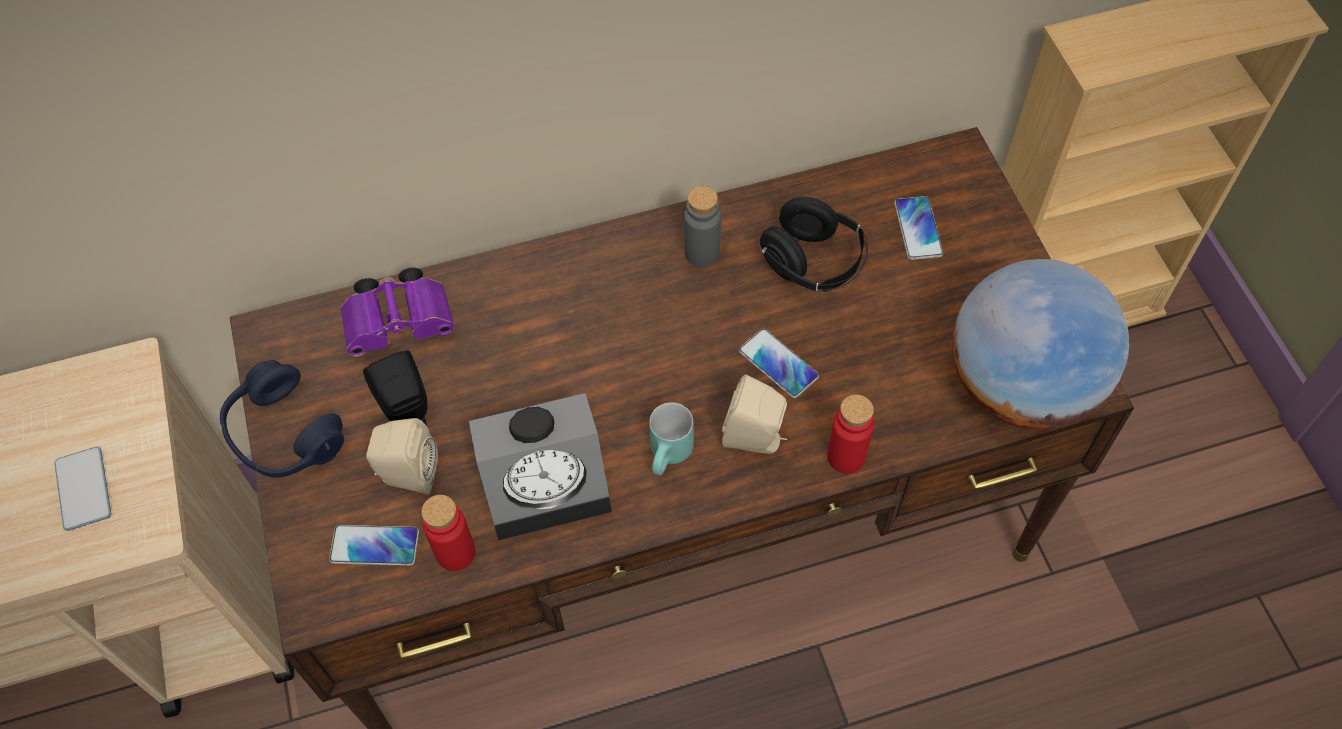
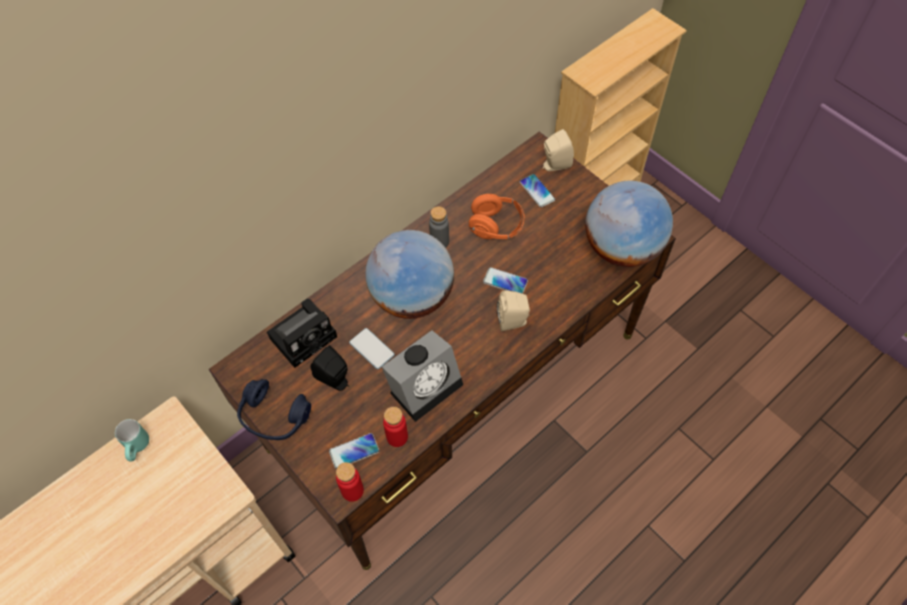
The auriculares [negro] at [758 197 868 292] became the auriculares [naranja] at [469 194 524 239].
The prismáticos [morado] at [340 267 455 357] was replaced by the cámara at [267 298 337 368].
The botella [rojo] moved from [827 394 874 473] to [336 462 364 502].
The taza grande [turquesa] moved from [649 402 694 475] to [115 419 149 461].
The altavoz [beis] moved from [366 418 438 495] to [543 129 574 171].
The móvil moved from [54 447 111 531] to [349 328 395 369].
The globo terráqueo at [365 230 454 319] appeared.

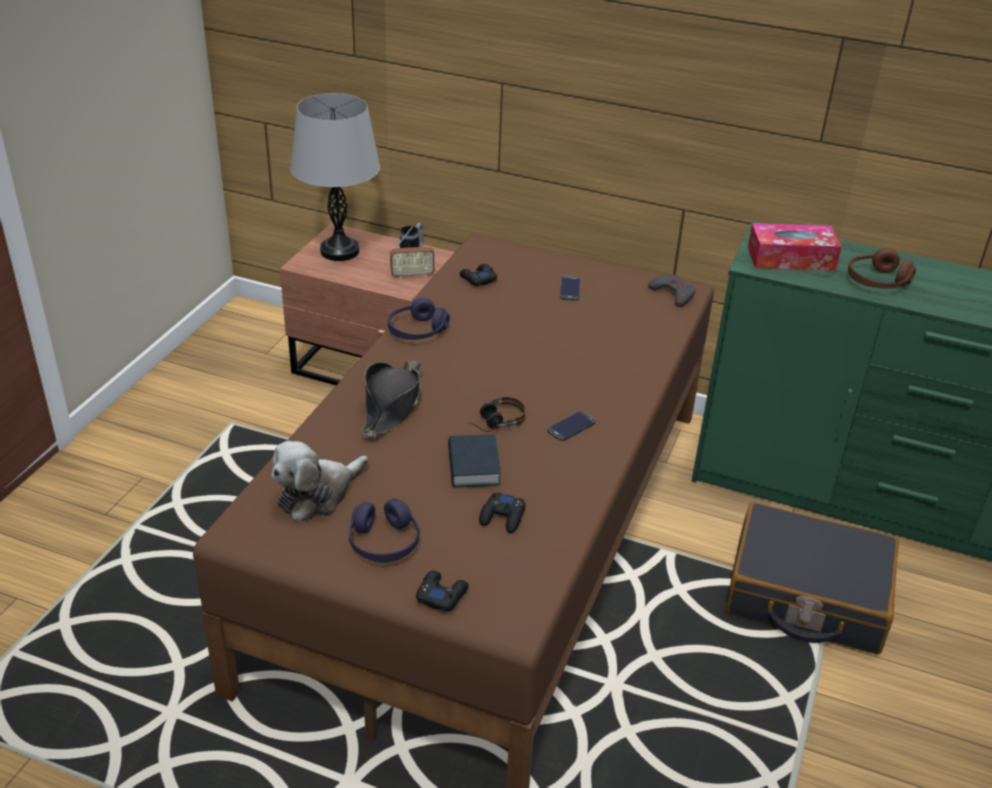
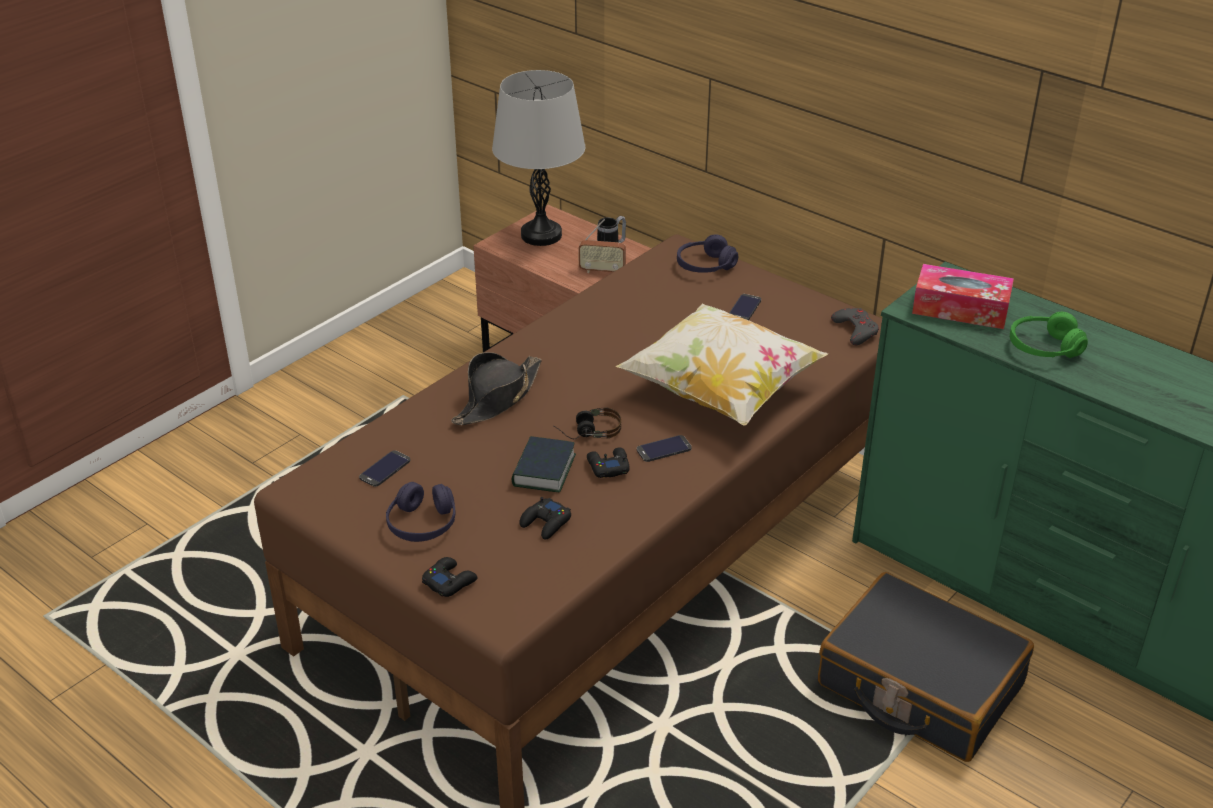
The auriculares [marrón] at [848 248 916 288] became the auriculares [verde] at [1010 312 1088 358].
The mando de consola [negro] moved from [460 264 497 286] to [587 447 630 478].
The auriculares [morado] moved from [388 298 450 340] to [677 234 738 273].
The peluche at [272 441 368 522] was replaced by the móvil at [359 450 410 487].
The cojín at [616 304 828 425] appeared.

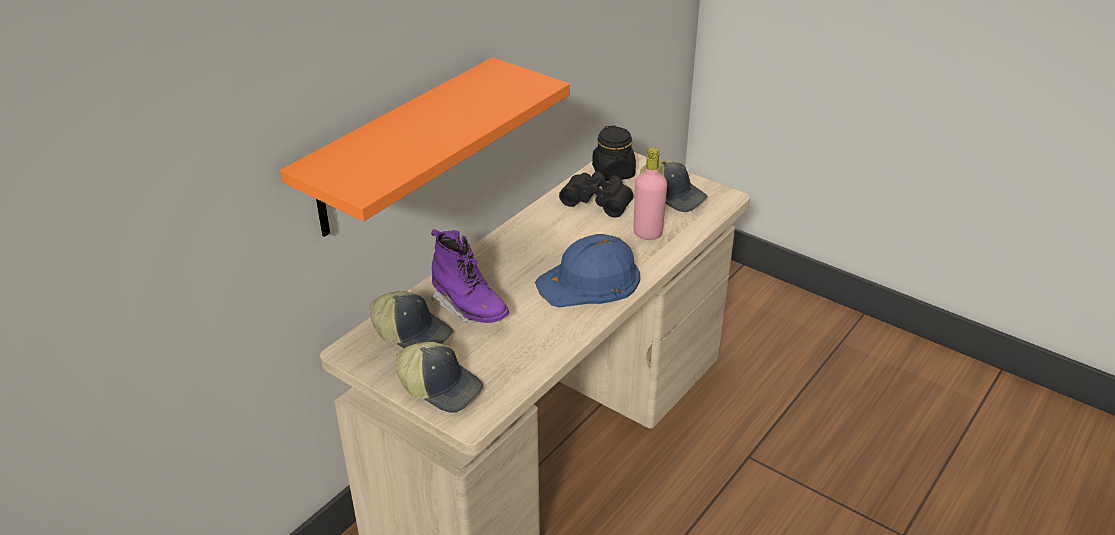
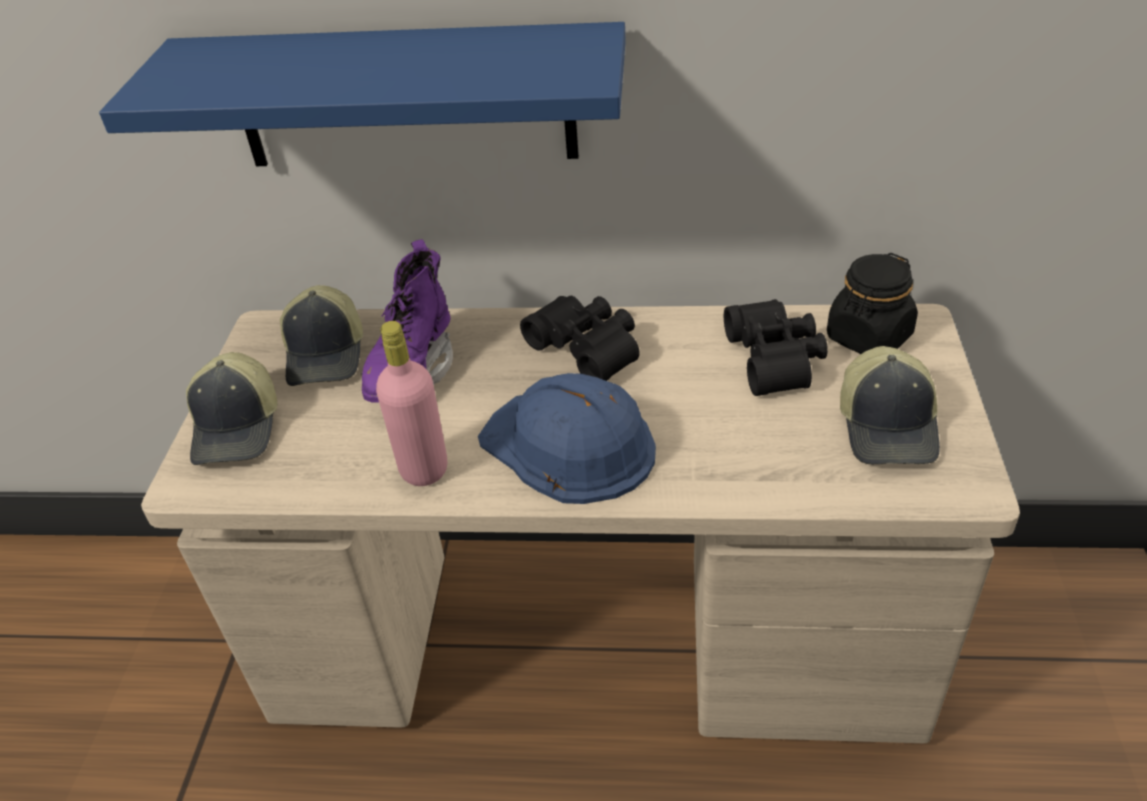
The estante [naranja] at [280 57 570 237] became the estante [azul] at [99 22 626 166].
The botella [rosa] moved from [633 147 667 240] to [376 321 447 486].
The prismáticos [negro] at [520 296 640 381] appeared.

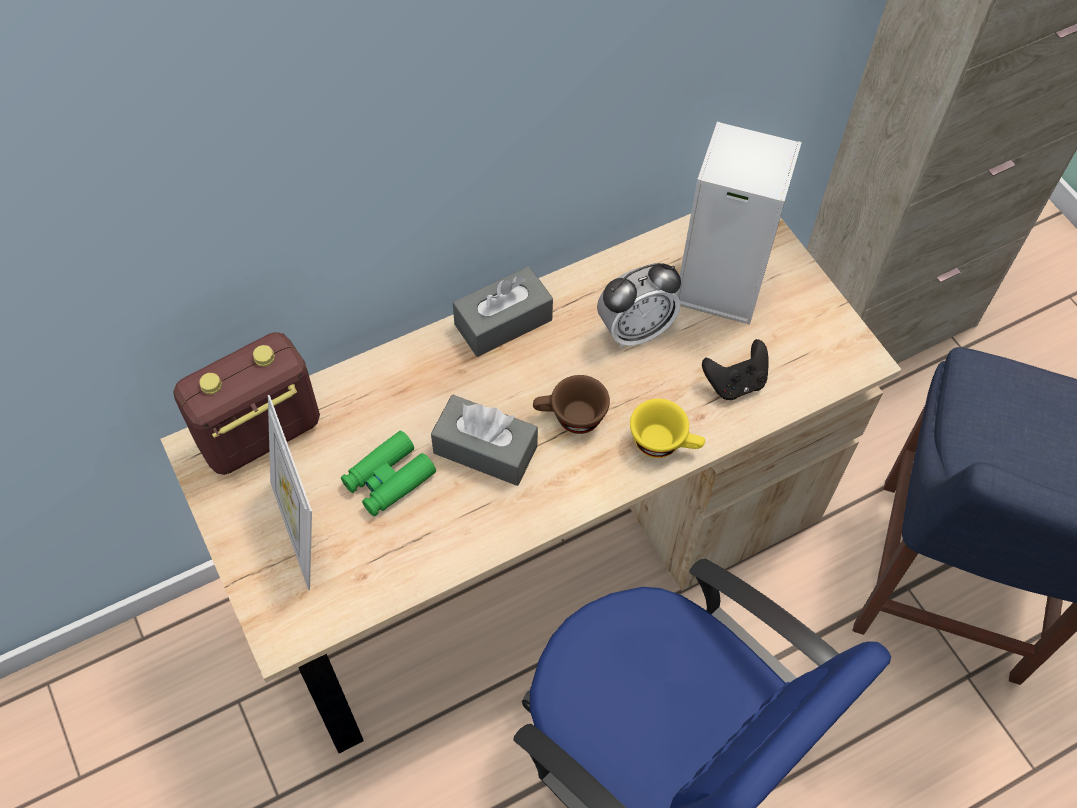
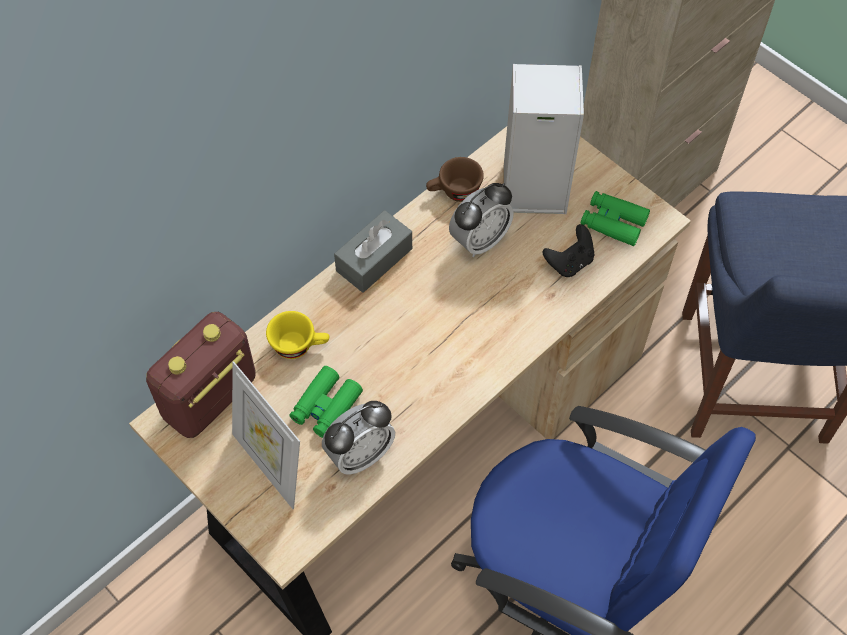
The taza [marrón] moved from [533 375 610 434] to [426 157 484 202].
The caja de pañuelos [gris] at [431 395 538 486] disappeared.
The taza [amarillo] moved from [630 399 705 458] to [266 311 330 359].
The prismáticos [verde] at [581 191 650 246] appeared.
The despertador at [322 401 395 475] appeared.

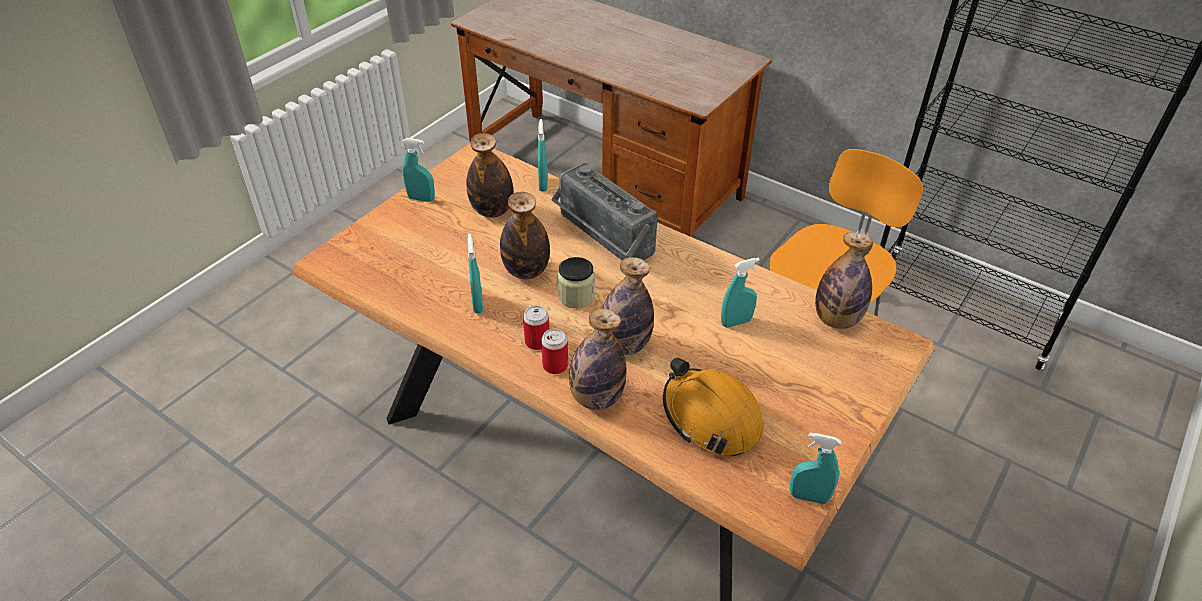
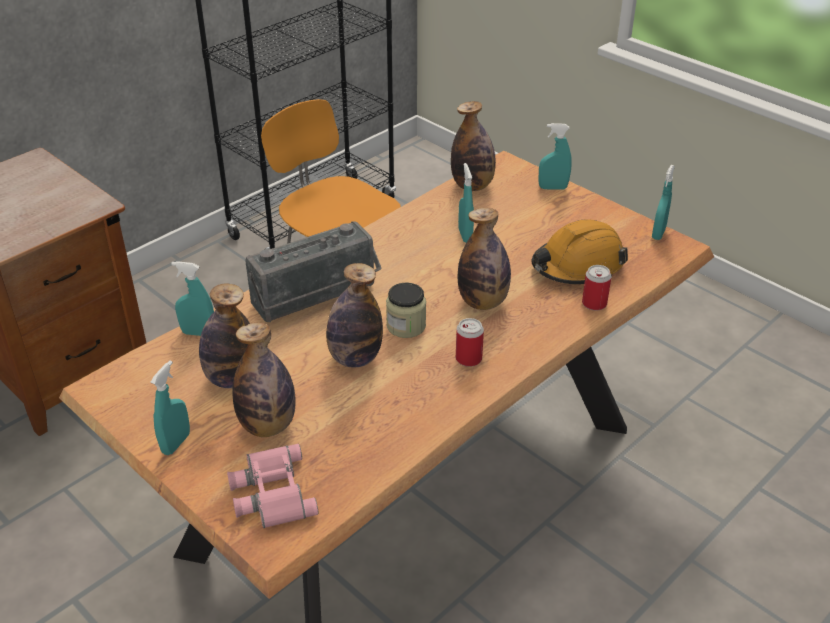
The pulverizador [turquesa] moved from [468 233 483 313] to [539 123 572 189].
The botella moved from [569 309 626 410] to [232 323 296 437].
The lata moved from [541 329 568 374] to [582 265 611 311].
The prismáticos [rosa] at [227 444 319 528] appeared.

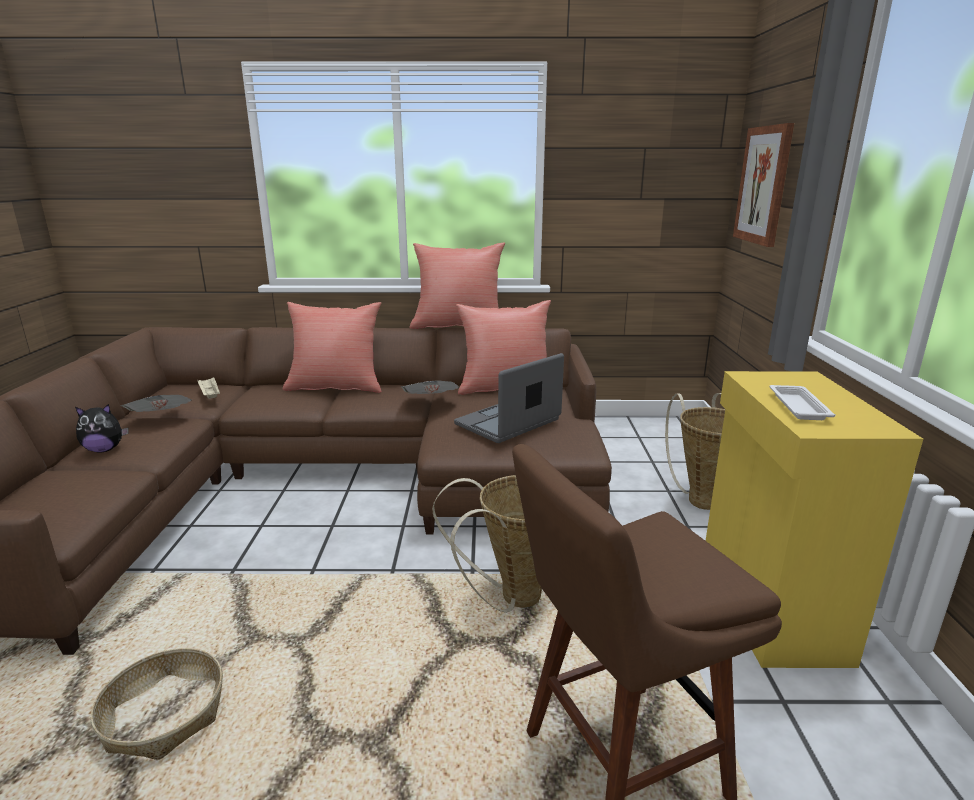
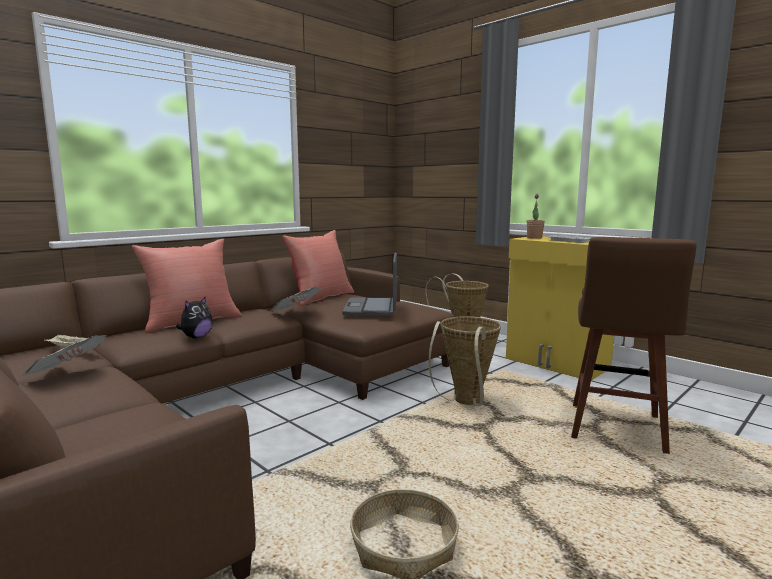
The cuadro at [733 123 794 247] disappeared.
The cojín [rojo] at [410 243 505 329] disappeared.
The peluche moved from [75 404 129 453] to [176 296 213 339].
The planta en maceta at [526 194 545 239] appeared.

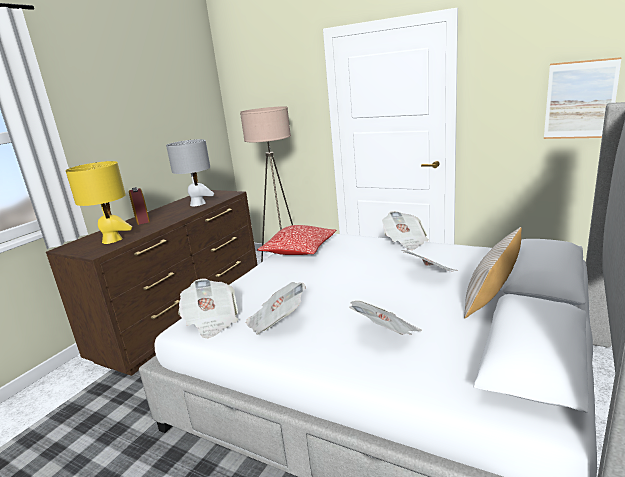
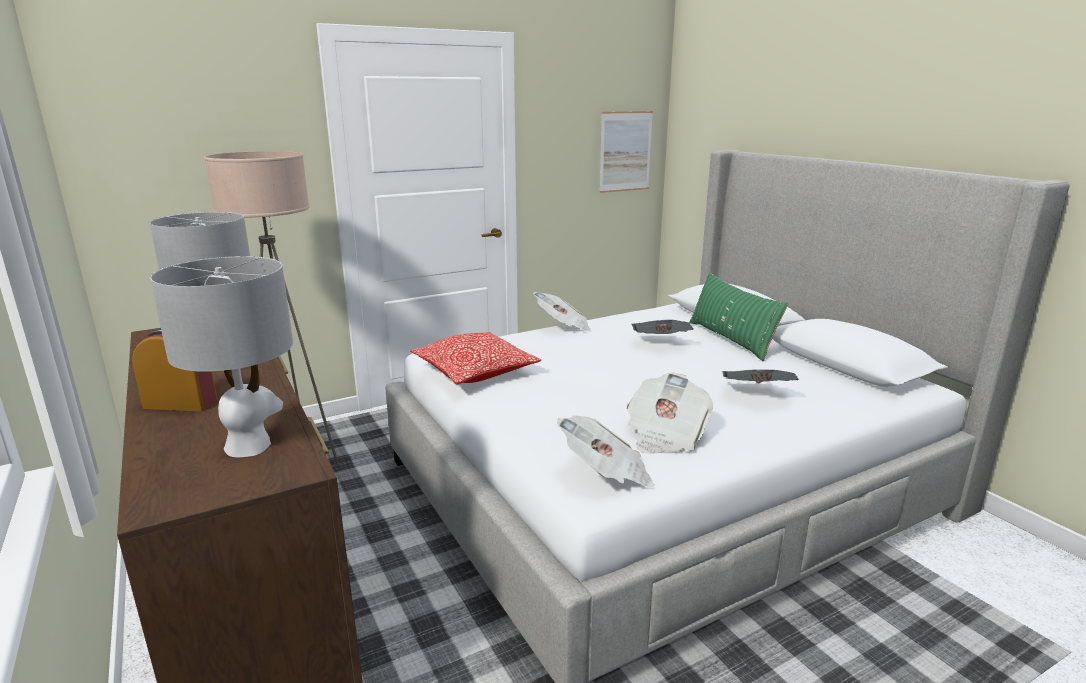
The lámpara de mesa [amarillo] at [65 161 132 244] became the lámpara de mesa [gris] at [150 256 293 457].
The cojín [beis] at [464 227 522 318] became the cojín [verde] at [689 272 788 362].

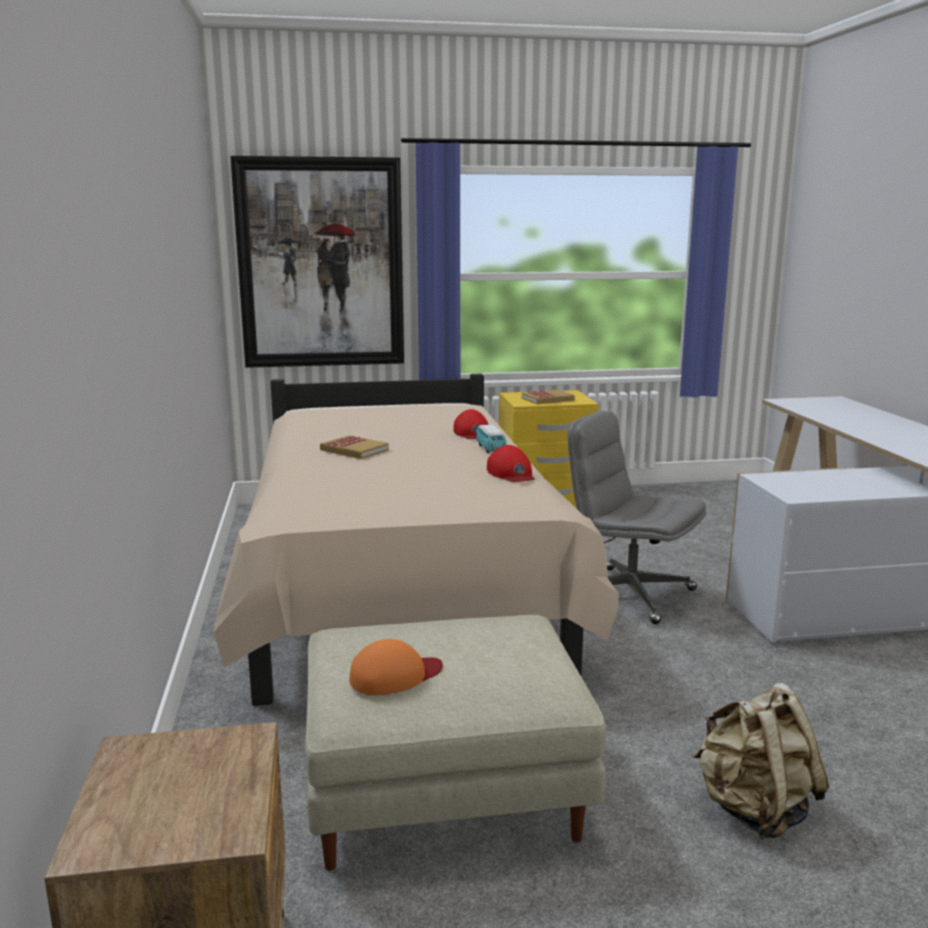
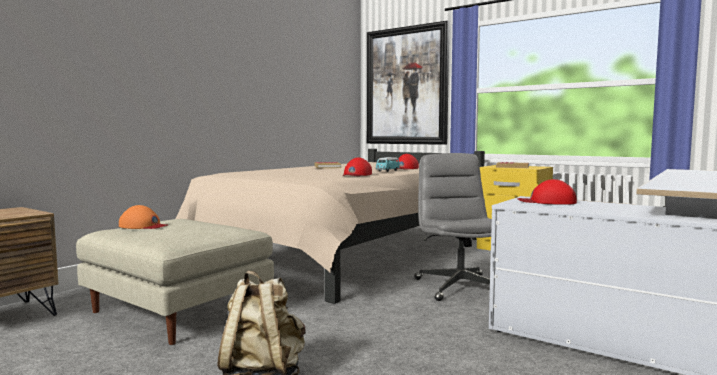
The gorra [rojo] at [517 179 577 205] appeared.

